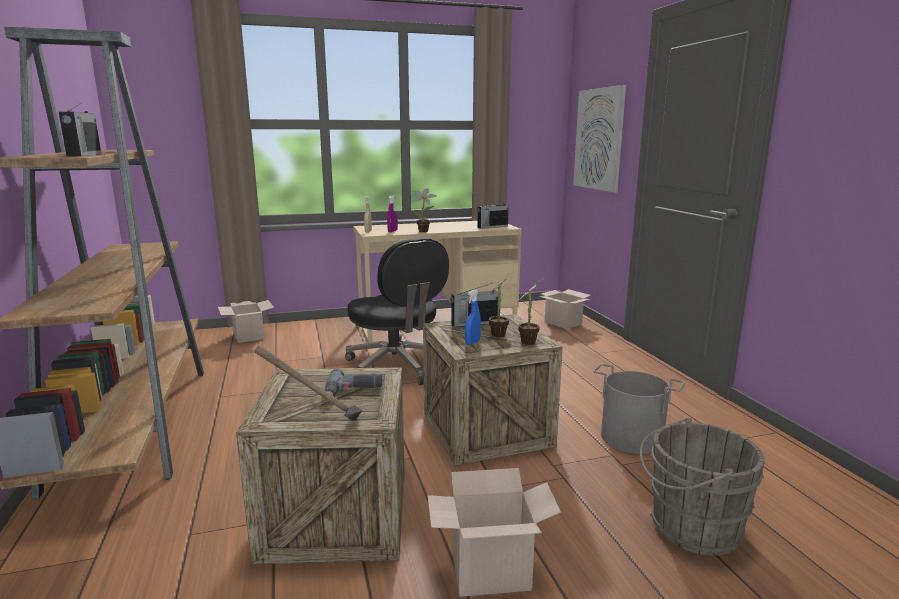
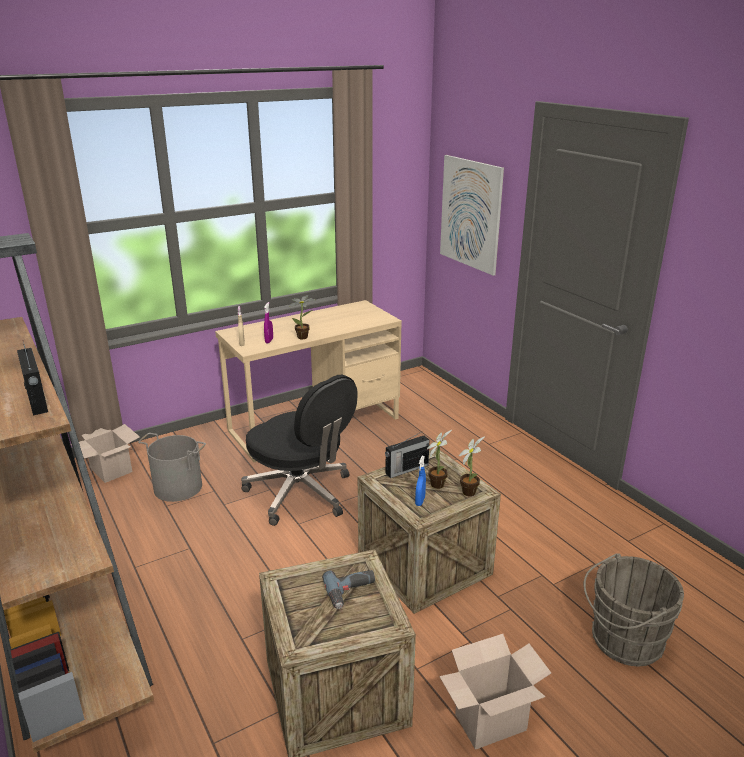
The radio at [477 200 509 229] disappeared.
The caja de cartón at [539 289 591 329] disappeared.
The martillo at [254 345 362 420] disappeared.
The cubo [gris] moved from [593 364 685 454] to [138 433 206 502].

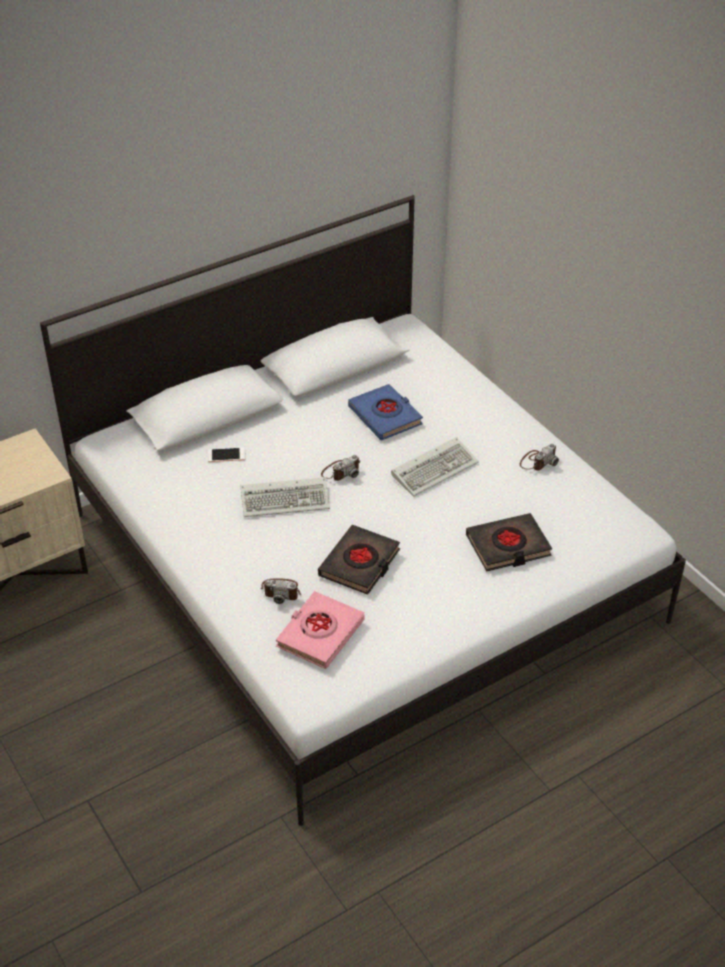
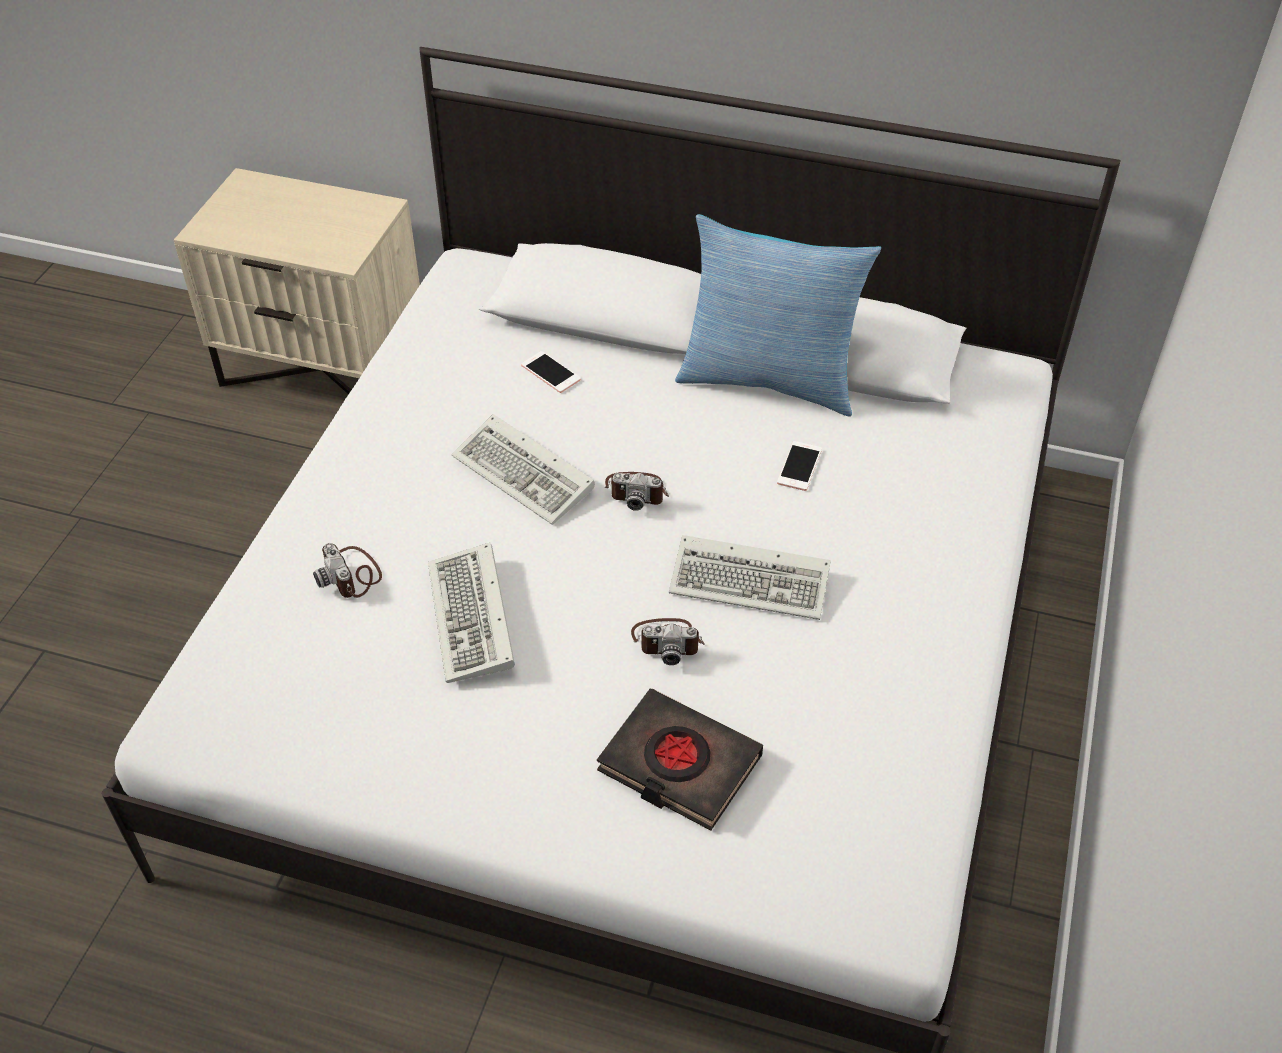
The libro [azul] at [348 384 423 441] was replaced by the móvil at [777 441 822 491].
The cámara moved from [520 444 559 471] to [631 618 705 665].
The libro [negro] at [318 525 400 595] was replaced by the teclado at [428 543 515 683].
The libro [rosa] at [276 591 364 669] disappeared.
The cojín at [675 214 881 417] appeared.

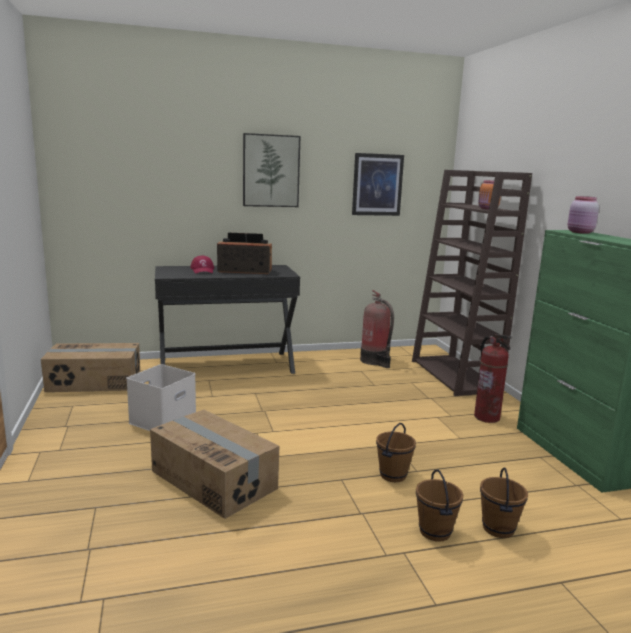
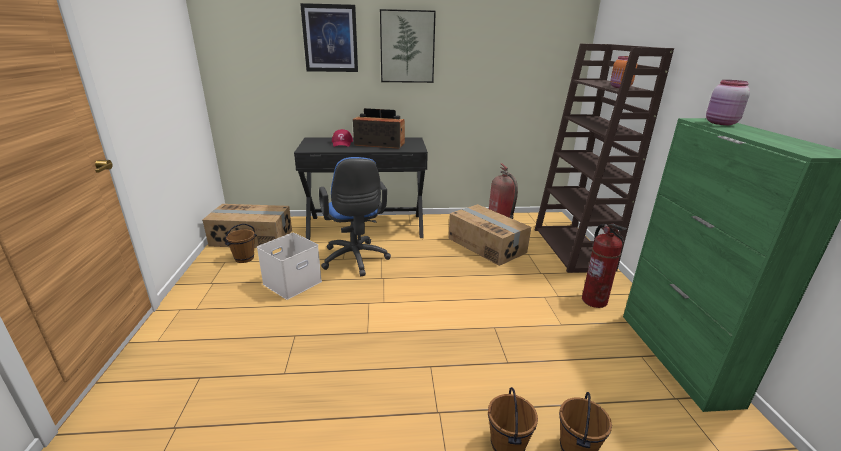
The cuadro moved from [352 153 404 216] to [300 3 358 72].
The caja de cartón moved from [150 410 279 519] to [449 204 531 266].
The cubo [marrón] moved from [376 423 416 482] to [225 224 257 263].
The silla de oficina [azul] at [319 157 391 276] appeared.

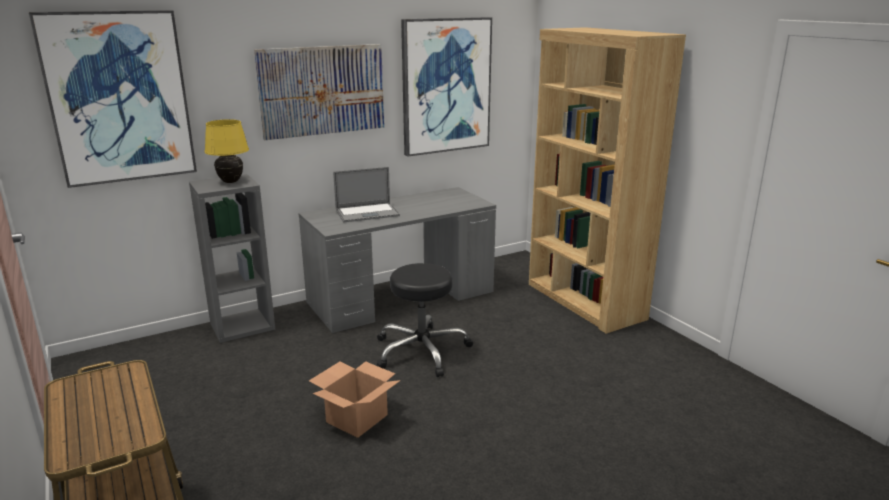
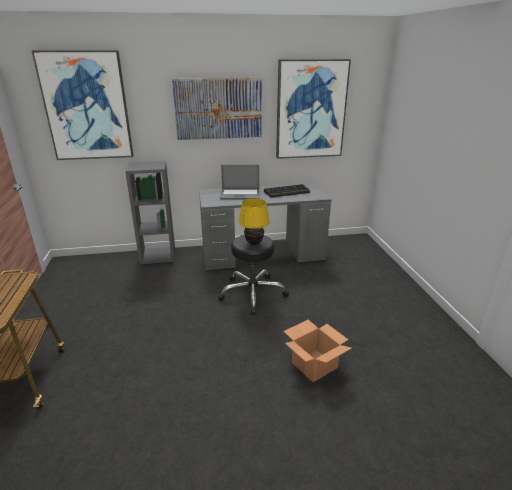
The estantería [marrón] at [529 27 686 334] disappeared.
The lámpara de mesa [amarillo] moved from [205 119 249 183] to [239 198 270 245].
The caja de cartón moved from [309 361 401 438] to [284 320 352 382].
The teclado at [264 184 310 198] appeared.

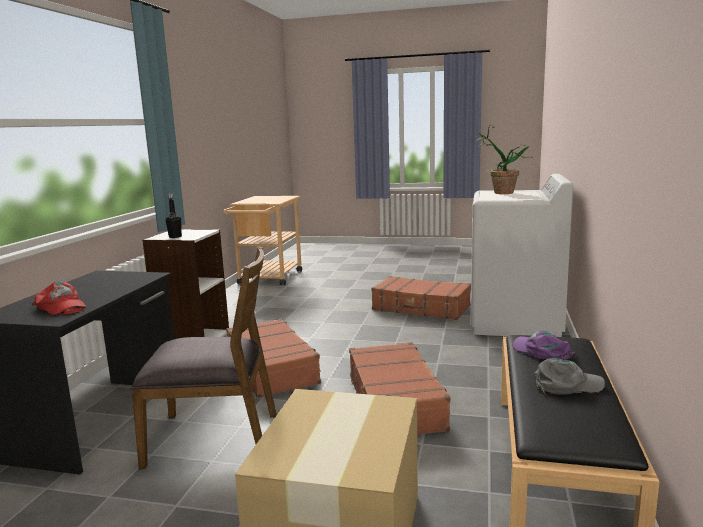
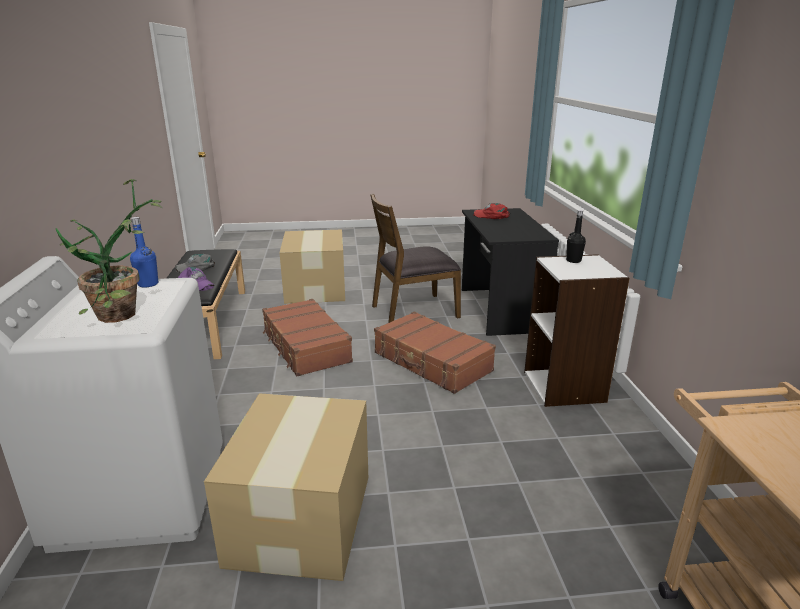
The maleta [marrón] at [371 276 471 320] was replaced by the caja de cartón at [204 393 368 581].
The botella [azul] at [130 217 158 287] appeared.

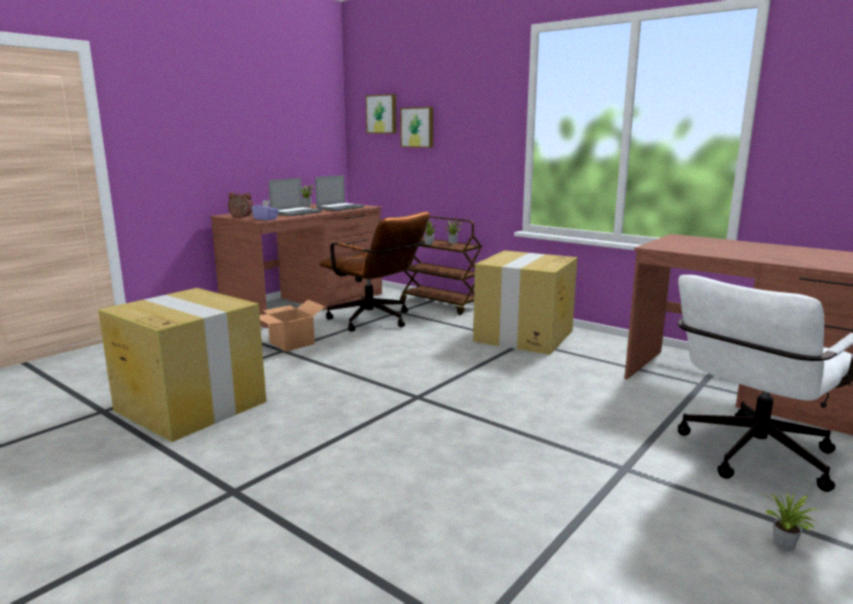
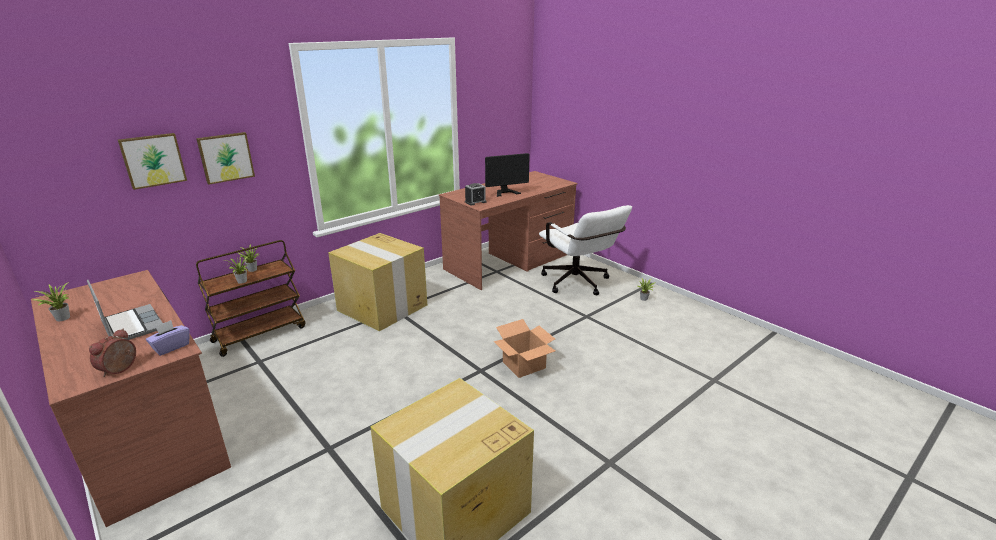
The cuadro moved from [366 94 396 133] to [196 132 255 185].
The portátil at [315 175 364 211] disappeared.
The silla de oficina [marrón] at [319 212 430 332] disappeared.
The caja de cartón moved from [260 300 325 352] to [493 319 555 378].
The monitor at [485 153 530 197] appeared.
The despertador at [465 183 487 206] appeared.

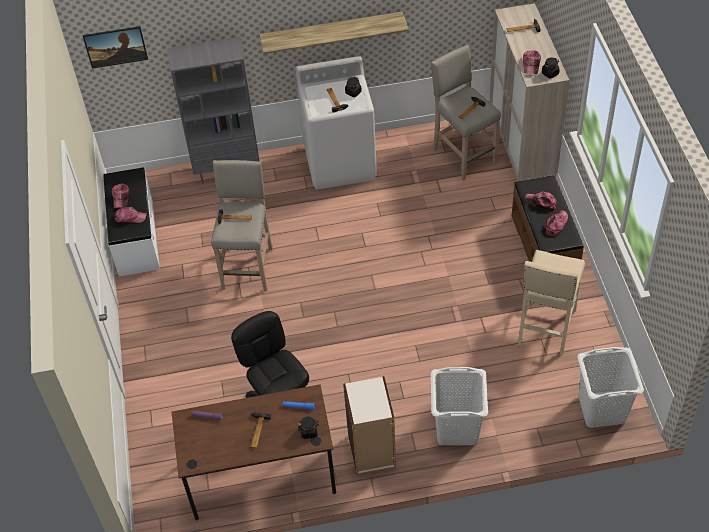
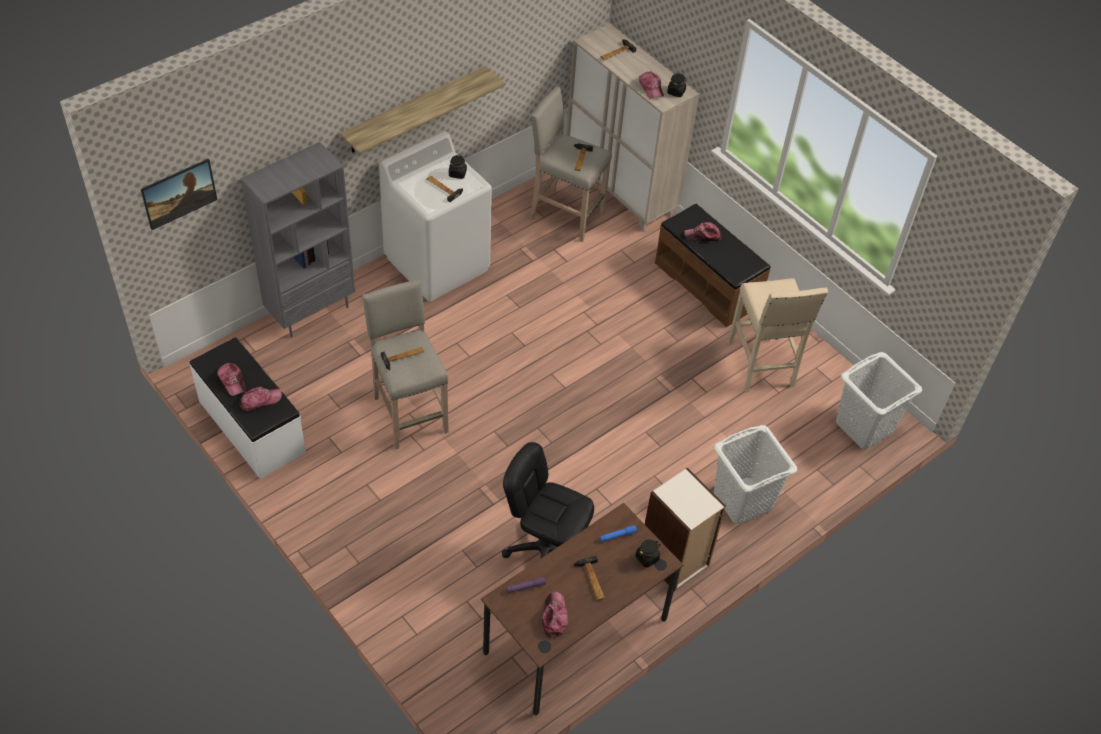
The gorra moved from [545 210 568 236] to [542 592 568 638].

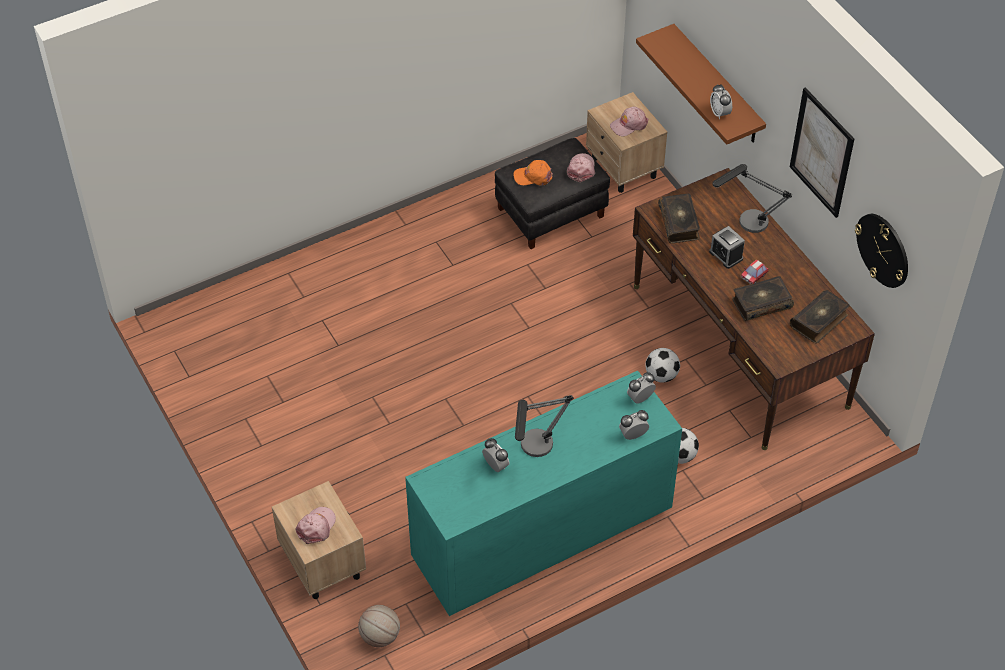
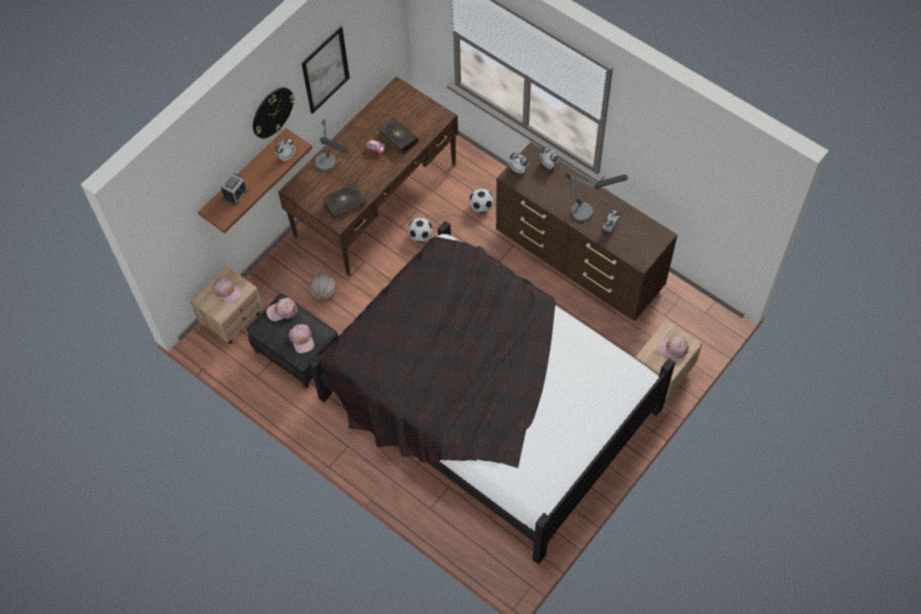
The gorra [naranja] at [513 160 553 185] became the gorra [rosa] at [289 324 314 354].
The reloj de pared moved from [855 214 908 288] to [253 87 295 138].
The despertador moved from [709 226 745 269] to [220 173 248 206].
The libro at [790 290 850 344] disappeared.
The cómoda [turquesa] at [405 371 682 616] became the cómoda [marrón] at [496 142 677 321].
The balón de baloncesto moved from [358 605 400 647] to [309 274 337 302].
The cama [negro] at [310 221 675 564] appeared.

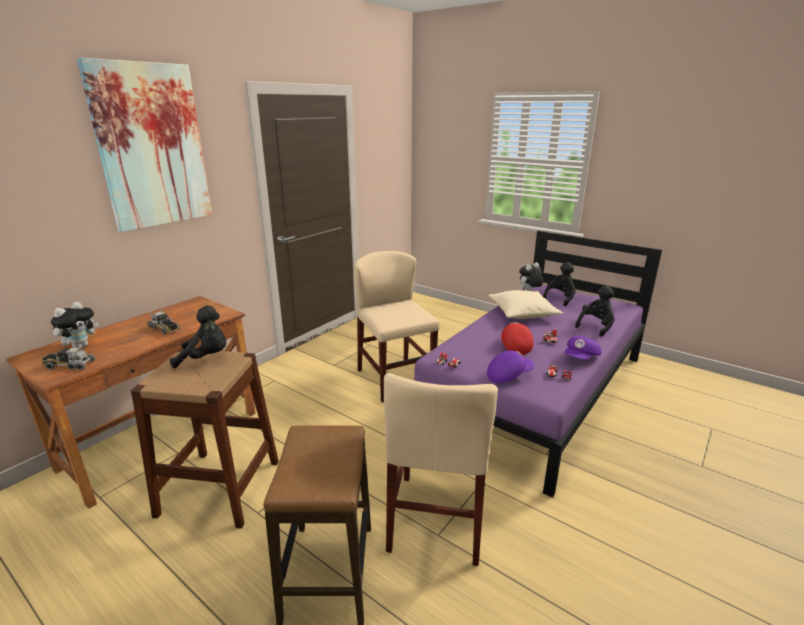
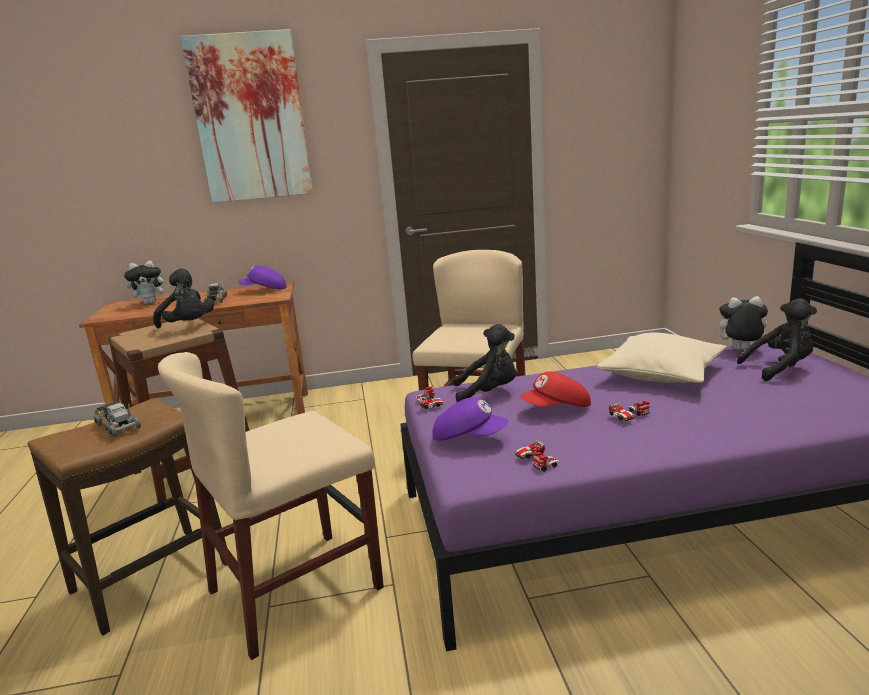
The peluche [negro] moved from [575 285 615 337] to [453 324 516 402].
The gorra [rojo] at [501 322 533 355] turned 150 degrees counterclockwise.
The gorra [morado] moved from [564 336 601 360] to [238 266 287 289].
The camión de juguete moved from [42 345 95 370] to [94 401 141 437].

